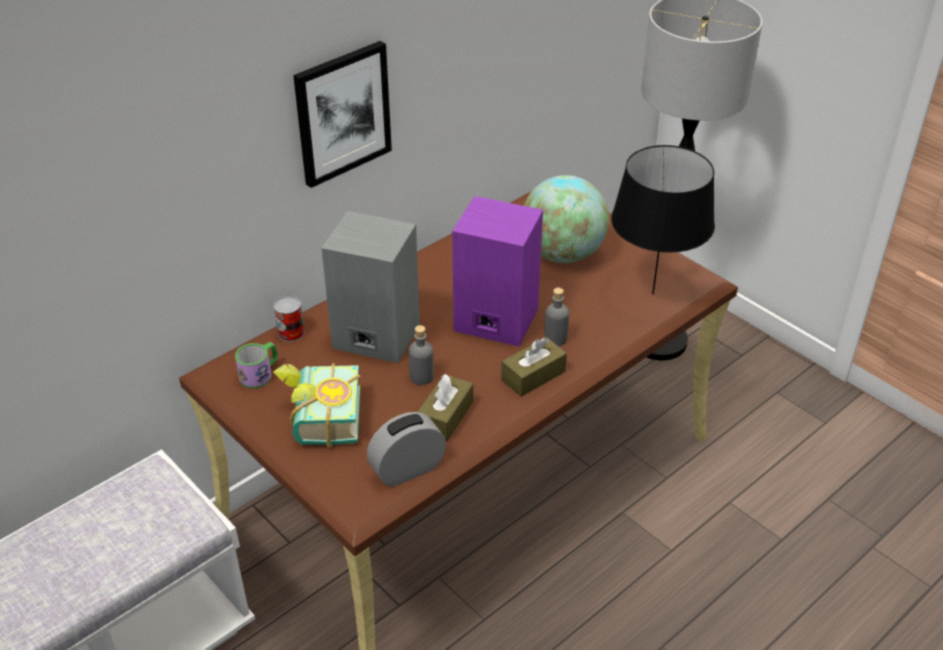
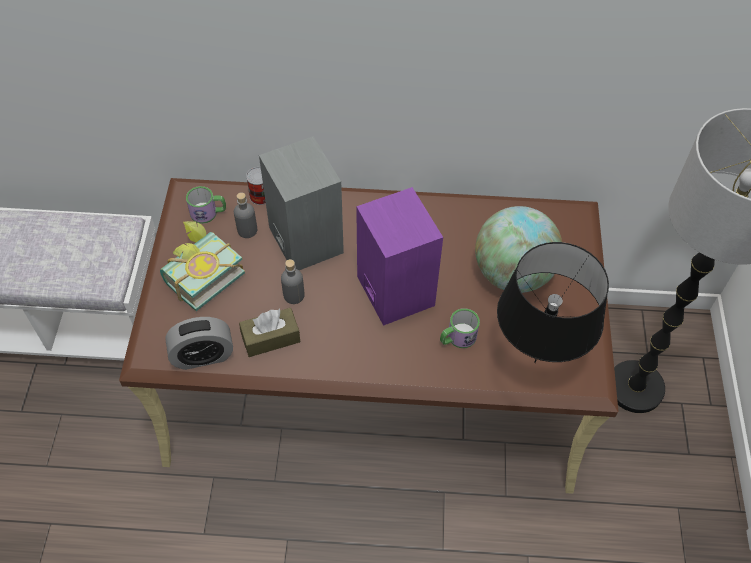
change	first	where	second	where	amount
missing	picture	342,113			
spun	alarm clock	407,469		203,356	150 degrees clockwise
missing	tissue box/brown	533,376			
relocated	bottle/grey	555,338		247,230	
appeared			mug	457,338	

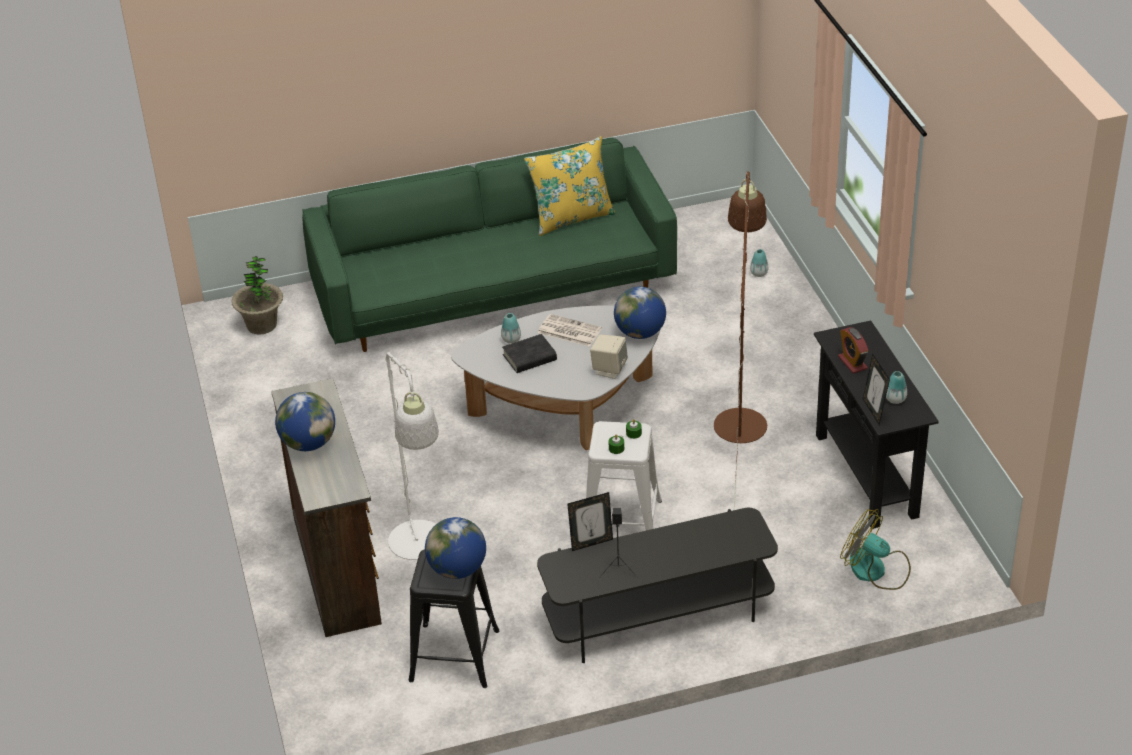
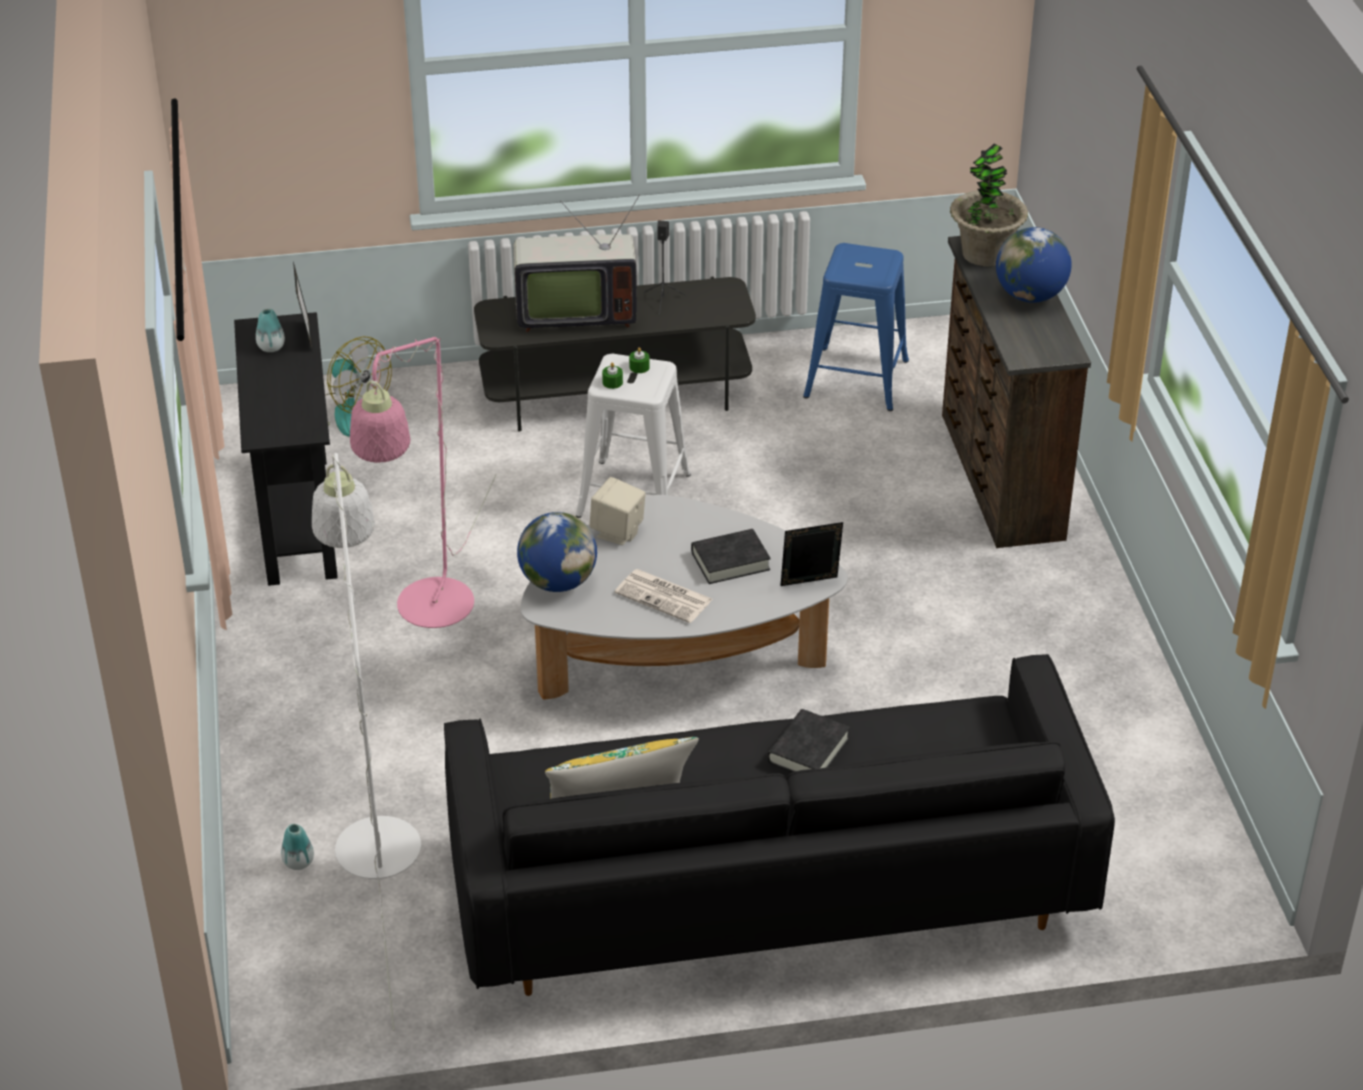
change	first	where	second	where	amount
relocated	potted plant	262,325		984,254	
colour	sofa/green	493,289	sofa/black	768,885	
relocated	floor lamp/white	420,550		375,830	
colour	stool/black	454,655	stool/blue	856,378	
missing	globe	457,569			
missing	vase	511,339			
relocated	picture frame	591,543		810,584	
colour	floor lamp/brown	740,416	floor lamp/pink	430,616	
missing	alarm clock	852,363			
appeared			television	574,313	
appeared			book/black	808,750	

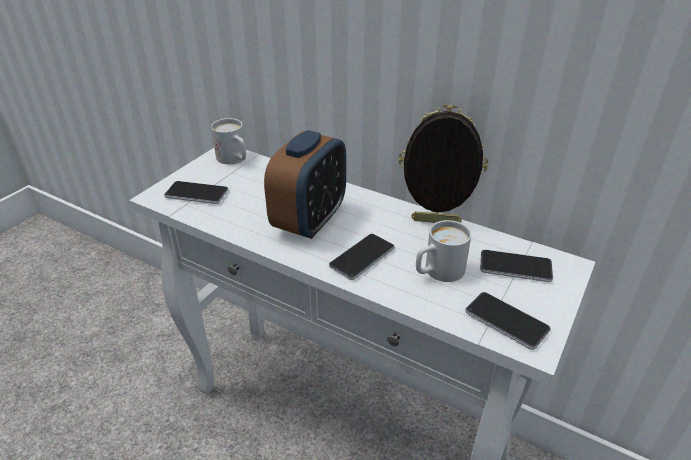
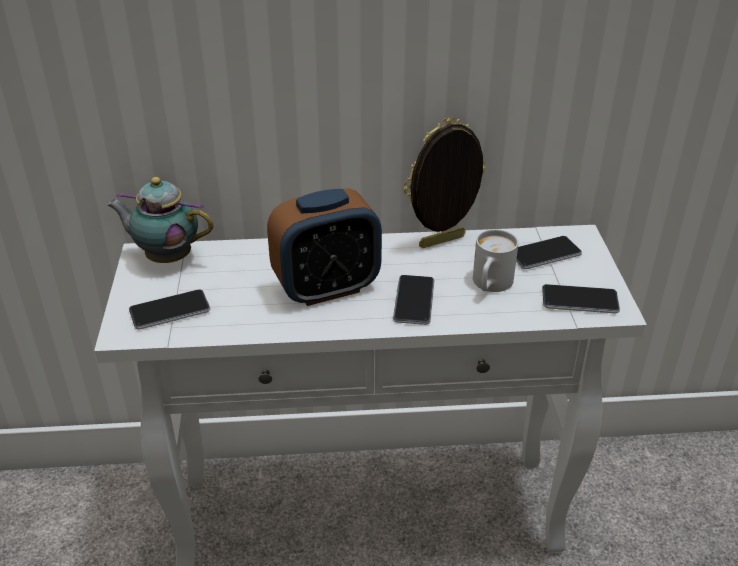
change	first	where	second	where	amount
exchanged	mug/white	235,159	teapot	166,257	
spun	alarm clock	310,221		327,288	75 degrees clockwise

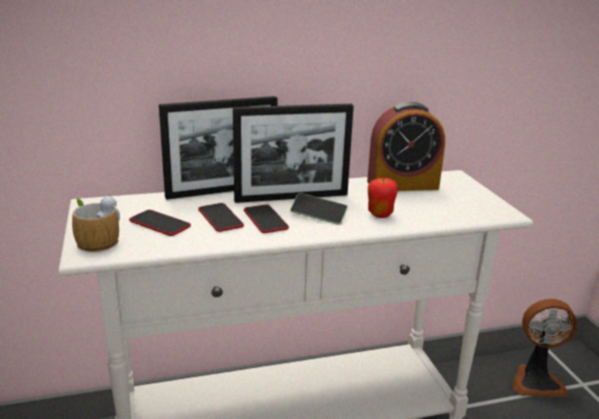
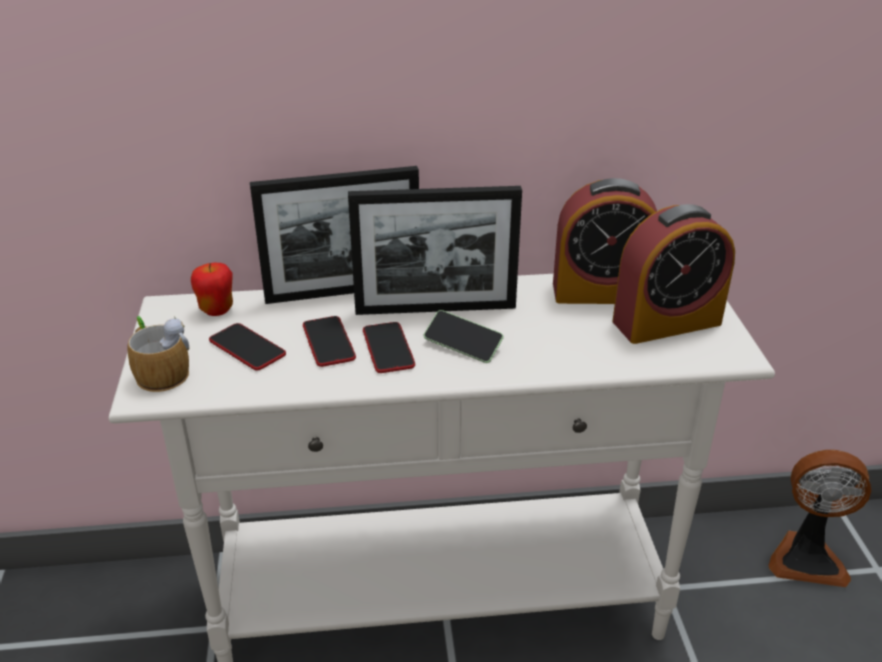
change	first	where	second	where	amount
relocated	apple	380,214		217,310	
appeared			alarm clock	666,322	

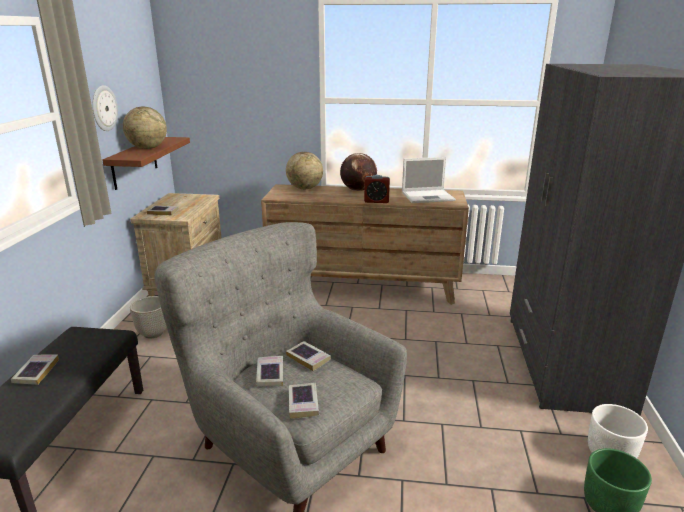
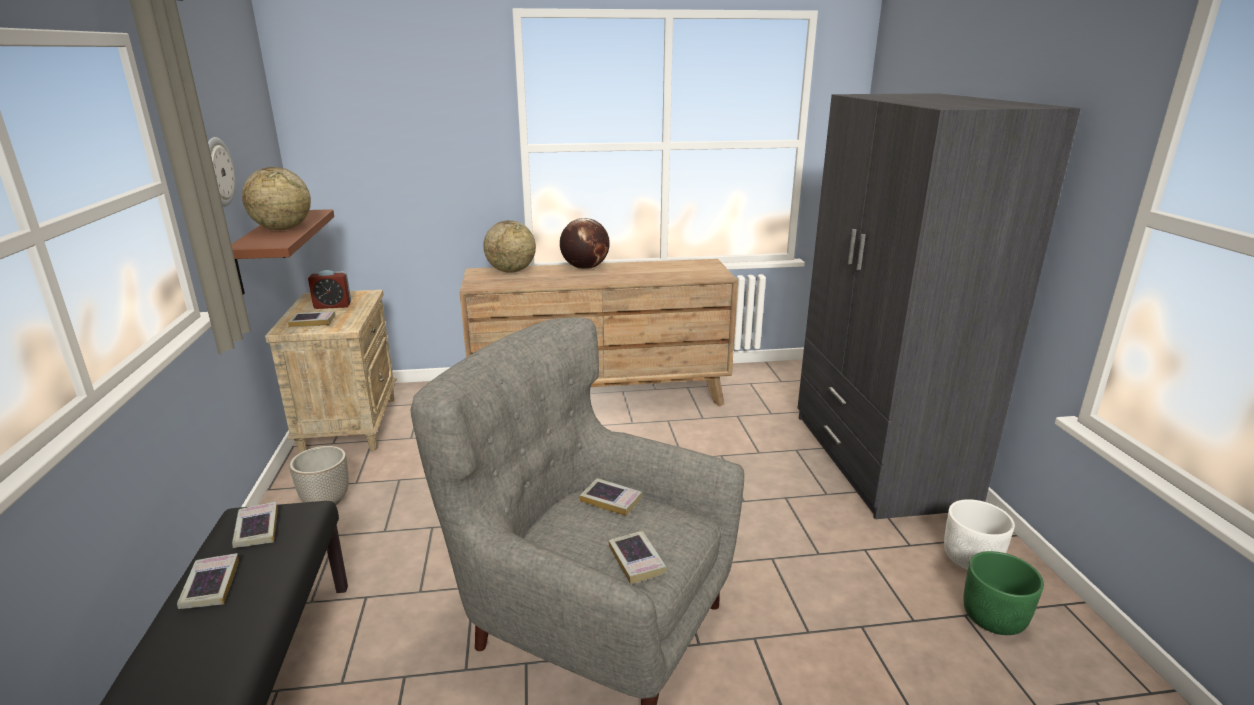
change	first	where	second	where	amount
relocated	book	270,374		256,529	
relocated	alarm clock	376,201		332,306	
missing	laptop	428,196			

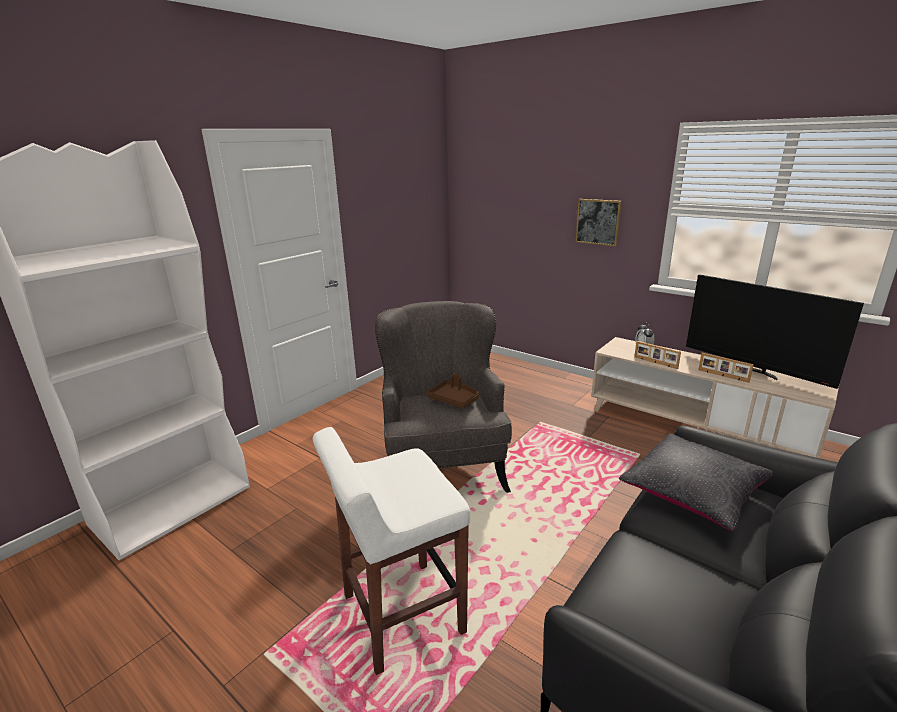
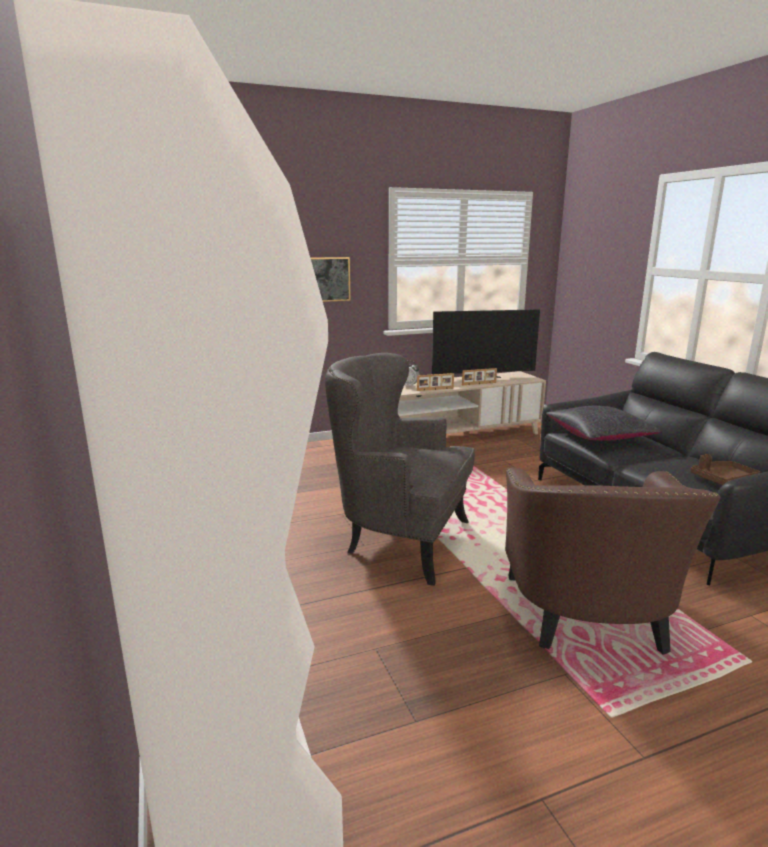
change	first	where	second	where	amount
exchanged	stool/white	400,614	armchair/brown	590,618	
relocated	tray/brown	454,400		723,479	

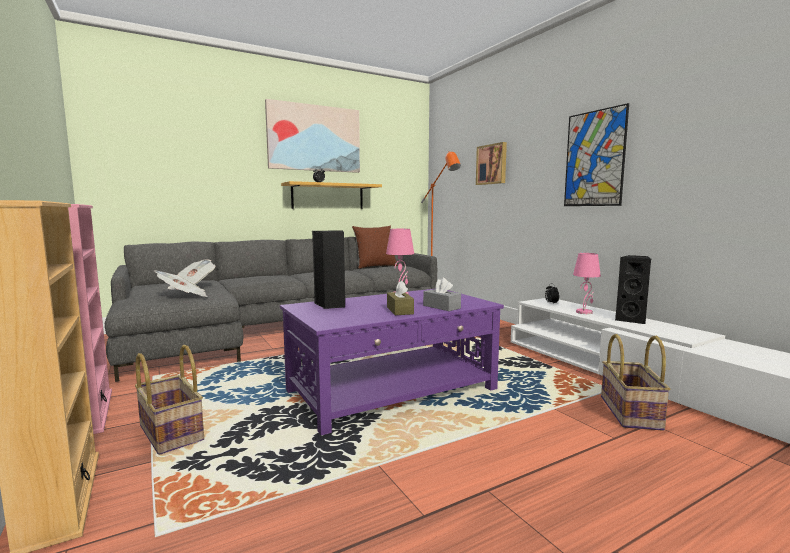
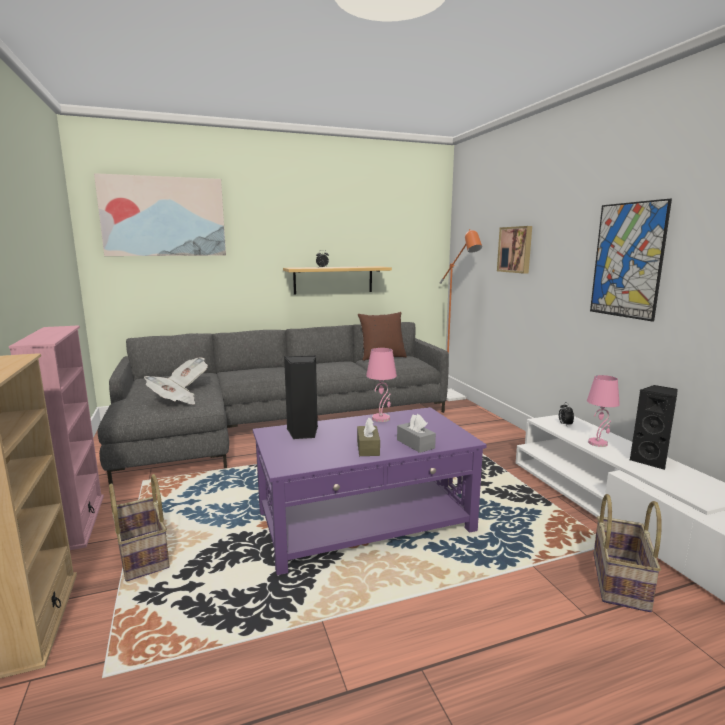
change	first	where	second	where	amount
relocated	picture	314,138		164,217	

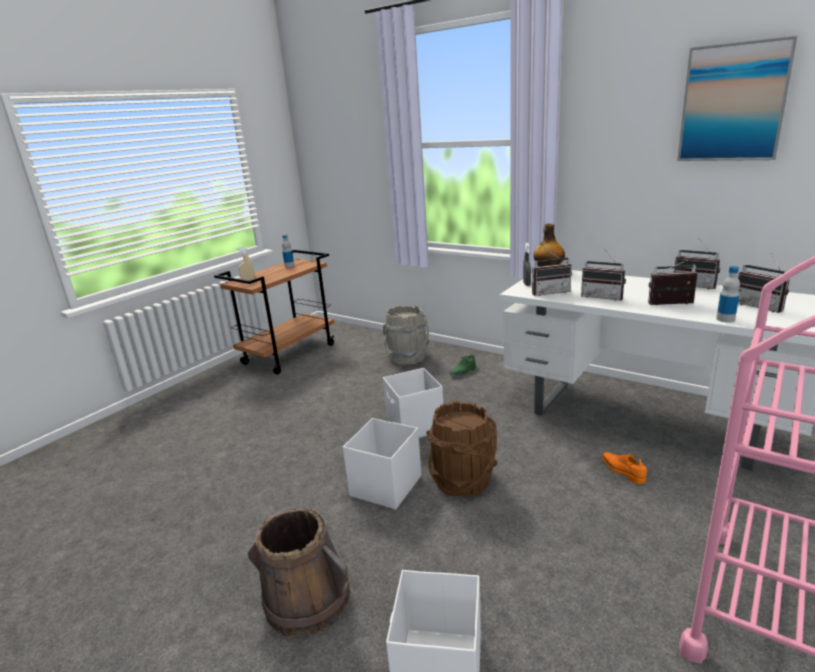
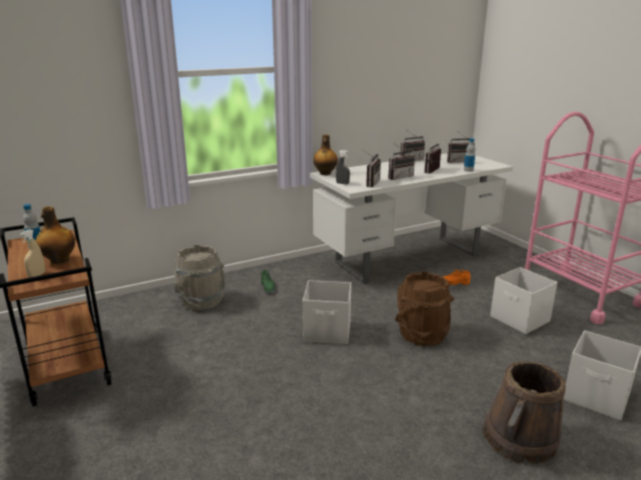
change	first	where	second	where	amount
relocated	storage box/white	385,487		520,319	
missing	picture	733,103			
appeared			bottle	59,260	

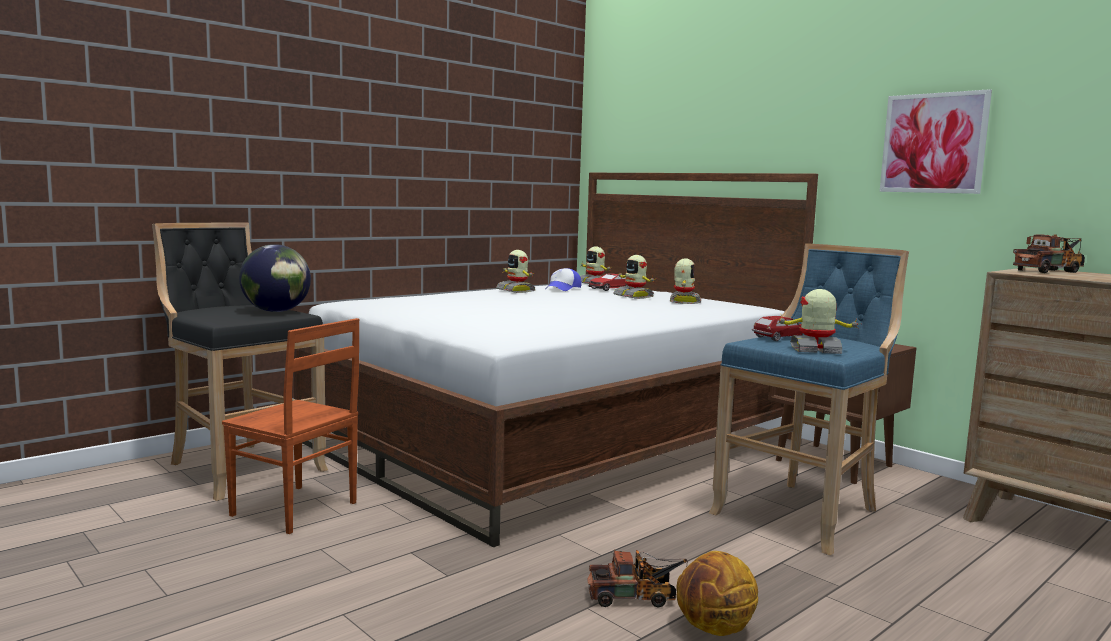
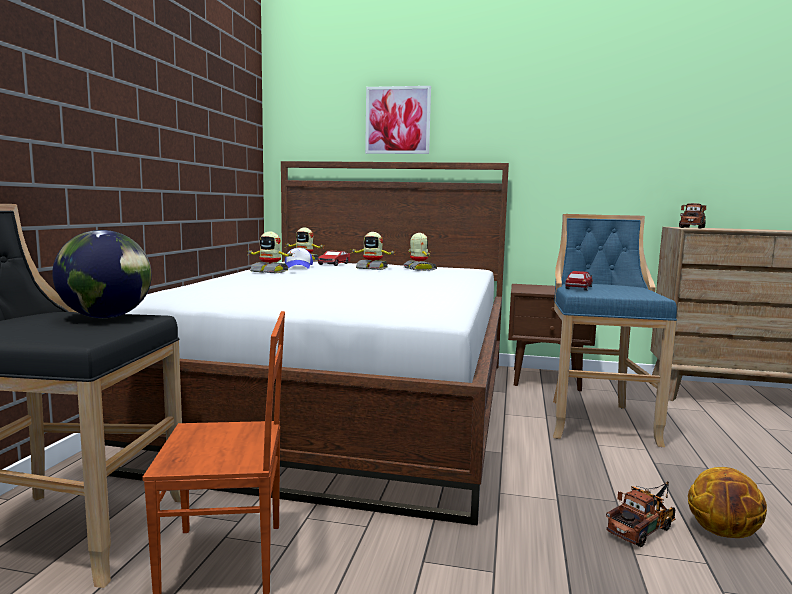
change	first	where	second	where	amount
missing	toy robot	815,350			
relocated	picture	933,143		398,120	

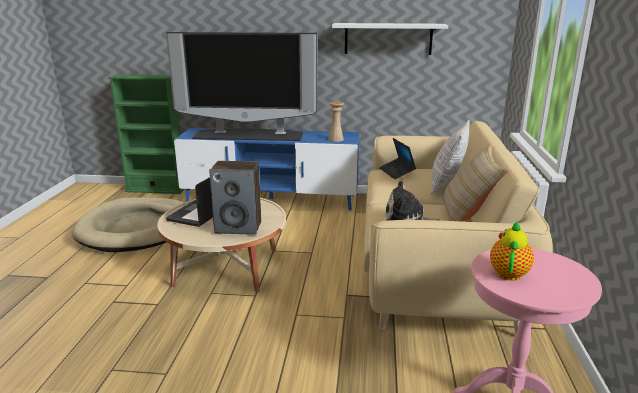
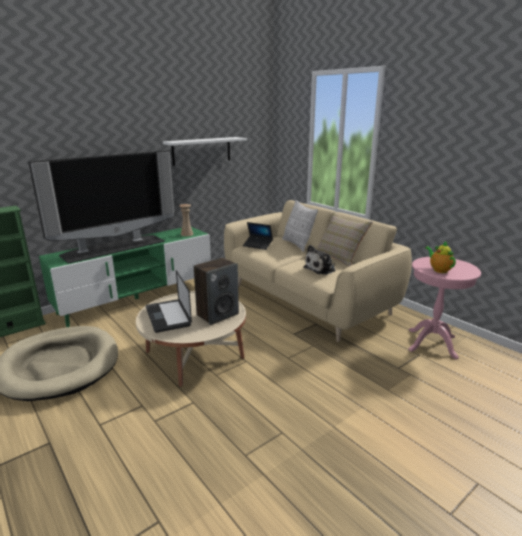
change	first	where	second	where	amount
colour	tv stand/blue	271,199	tv stand/green	137,299	

